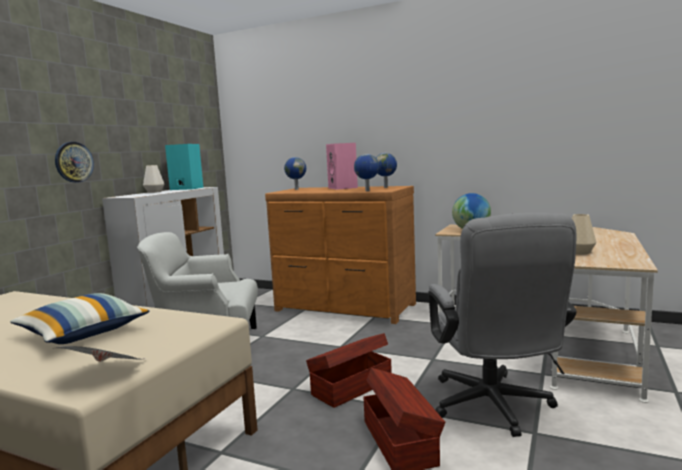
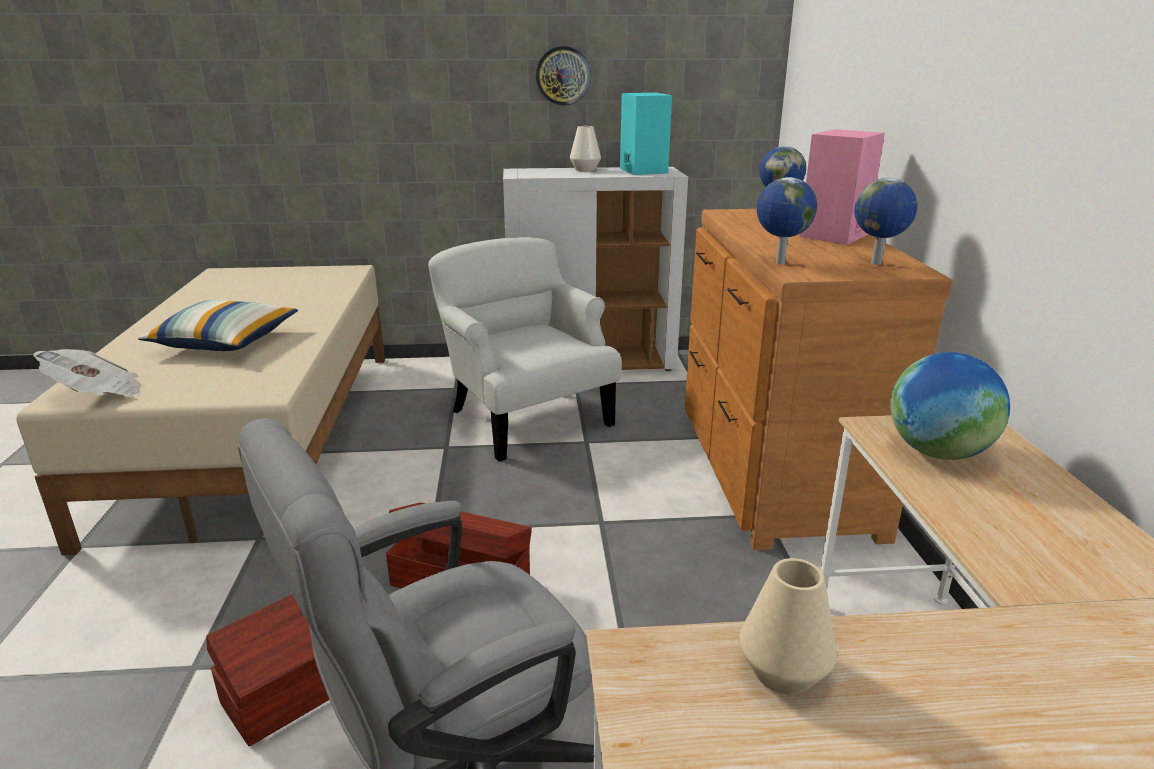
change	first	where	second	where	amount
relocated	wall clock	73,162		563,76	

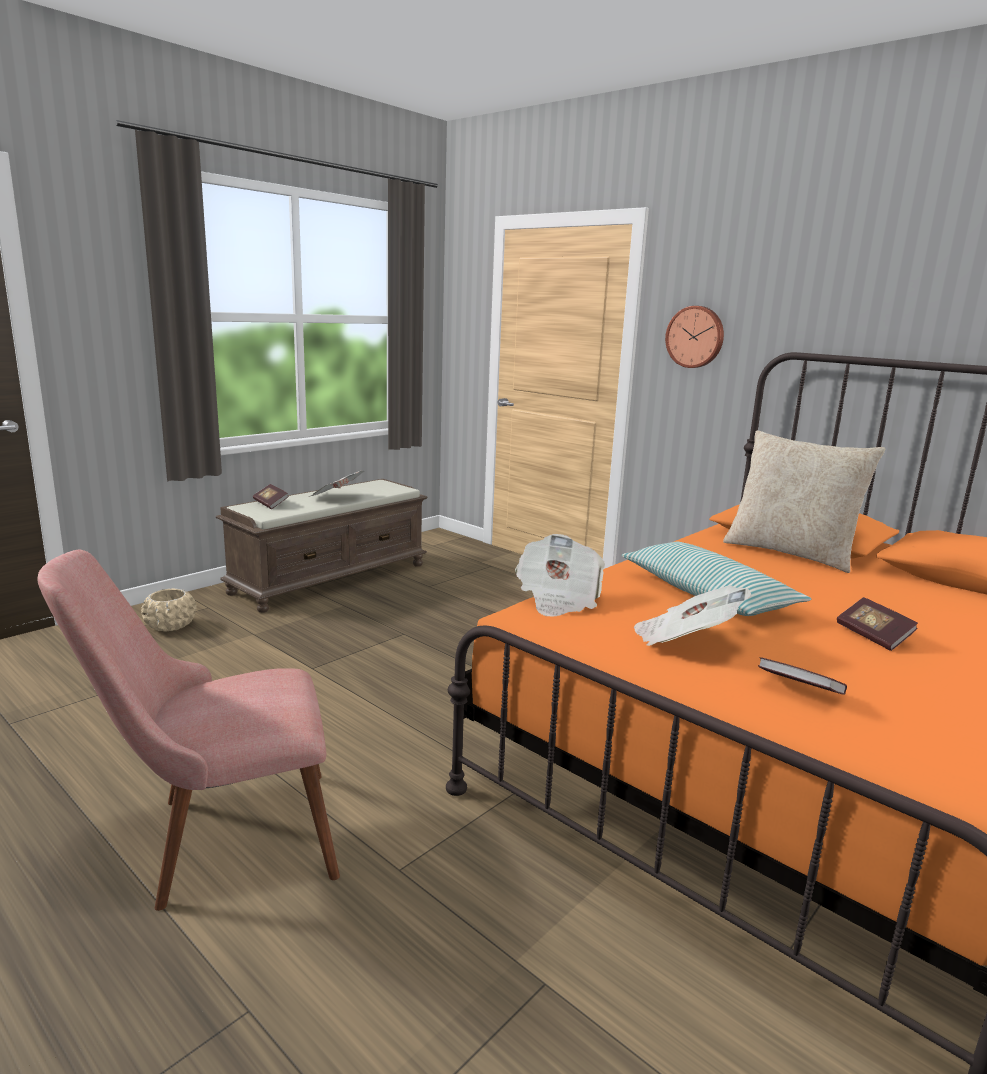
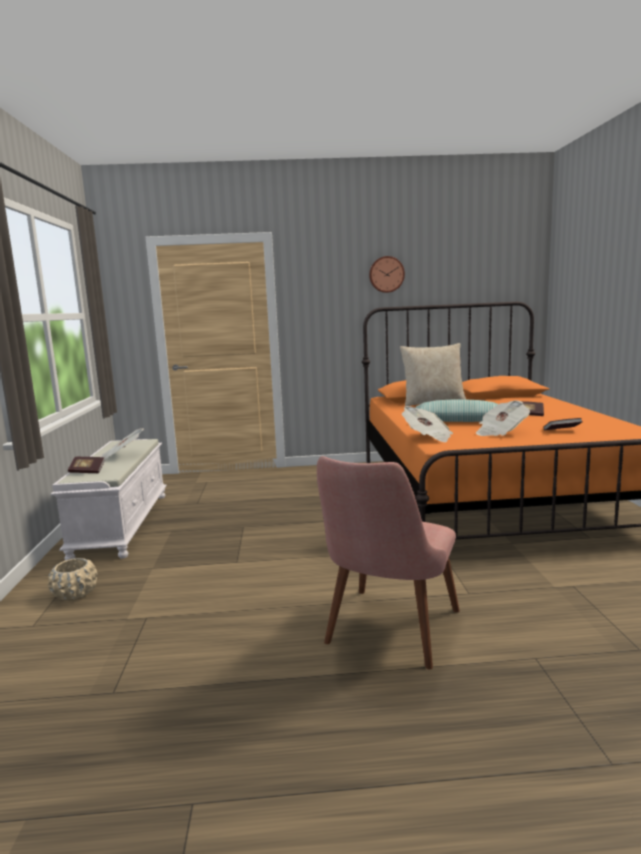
change	first	where	second	where	amount
colour	bench/brown	330,578	bench/white	121,524	
relocated	wall clock	695,337		386,274	

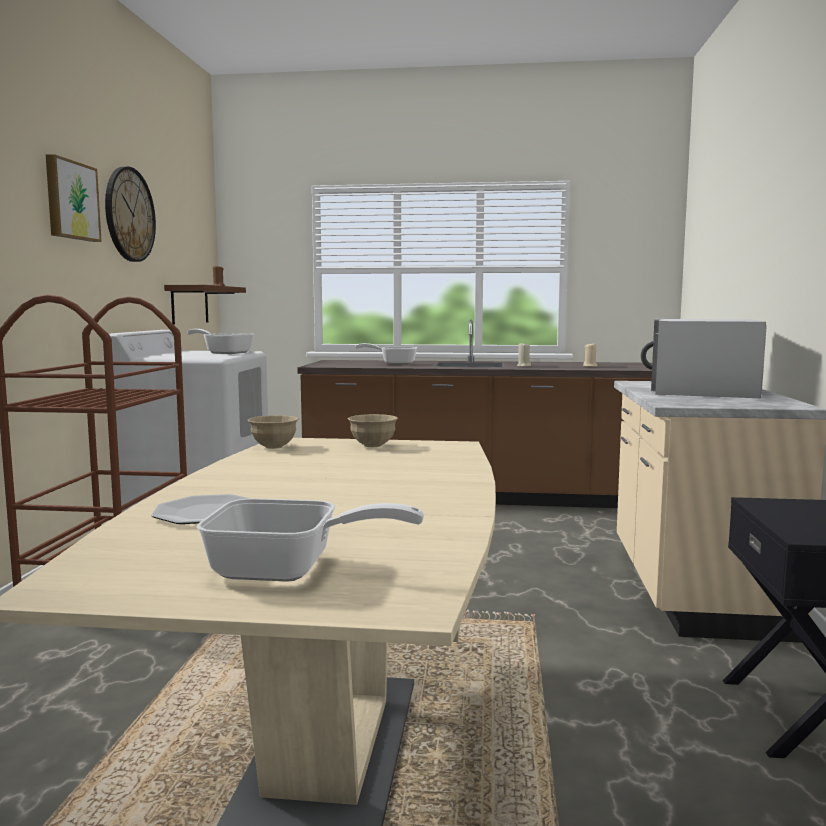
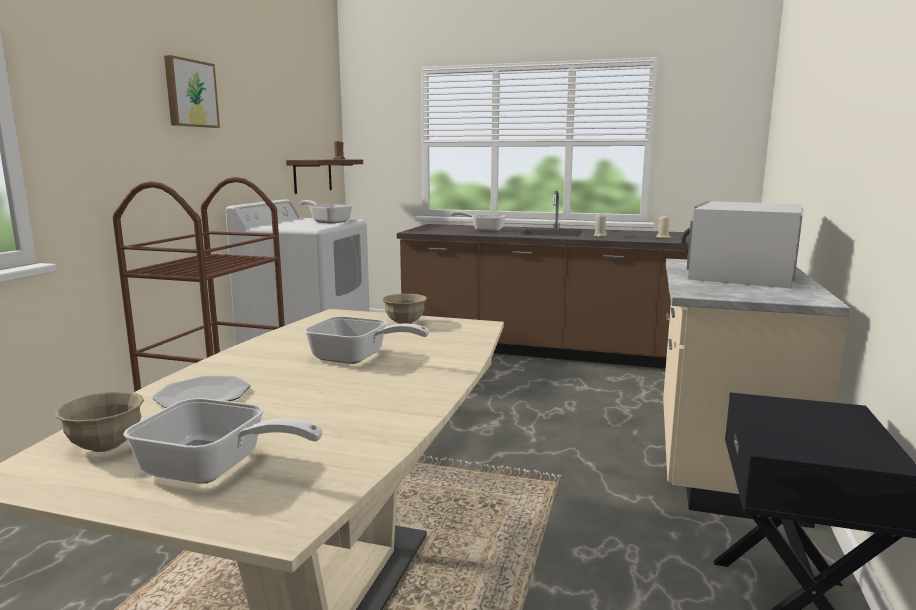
change	first	where	second	where	amount
missing	wall clock	129,215			
relocated	bowl/beige	274,447		106,446	
appeared			frying pan	356,358	

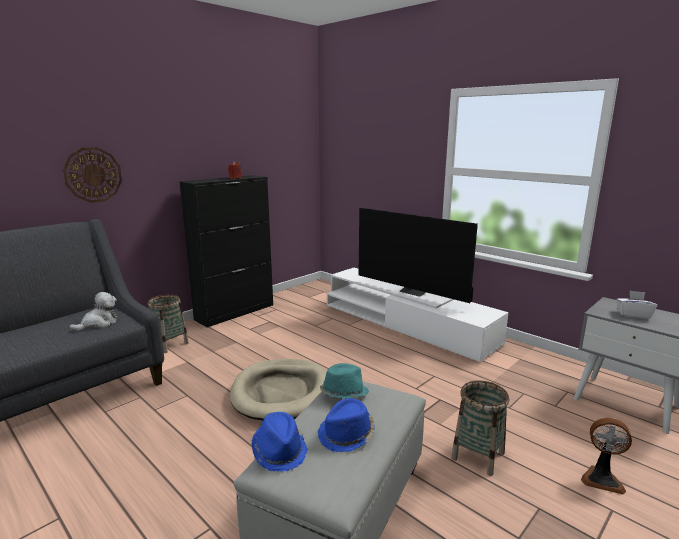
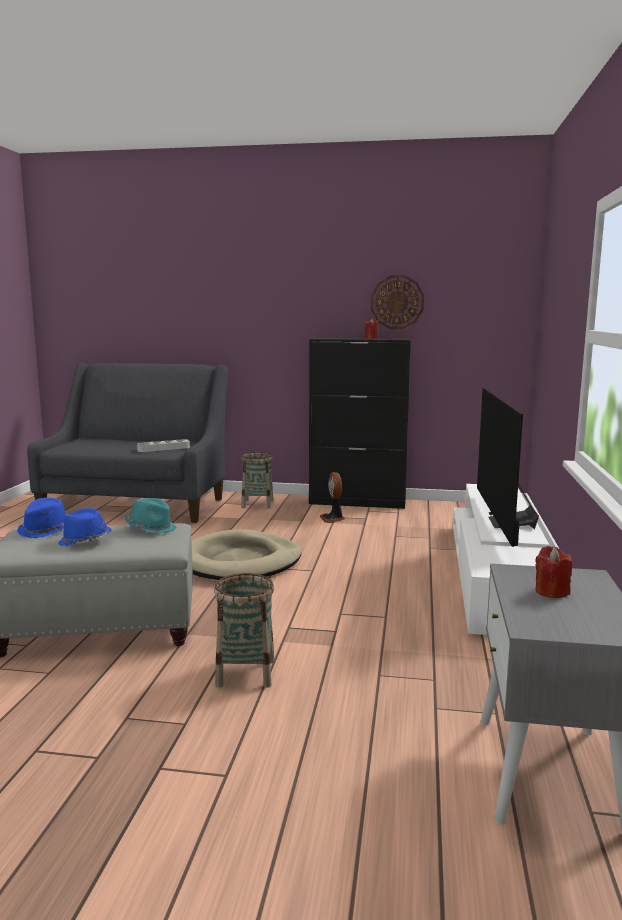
change	first	where	second	where	amount
relocated	wall clock	93,175		397,302	
exchanged	plush toy	98,323	tray/grey	163,448	
relocated	fan	601,479		333,519	
exchanged	tissue box/white	633,315	candle/red	551,591	

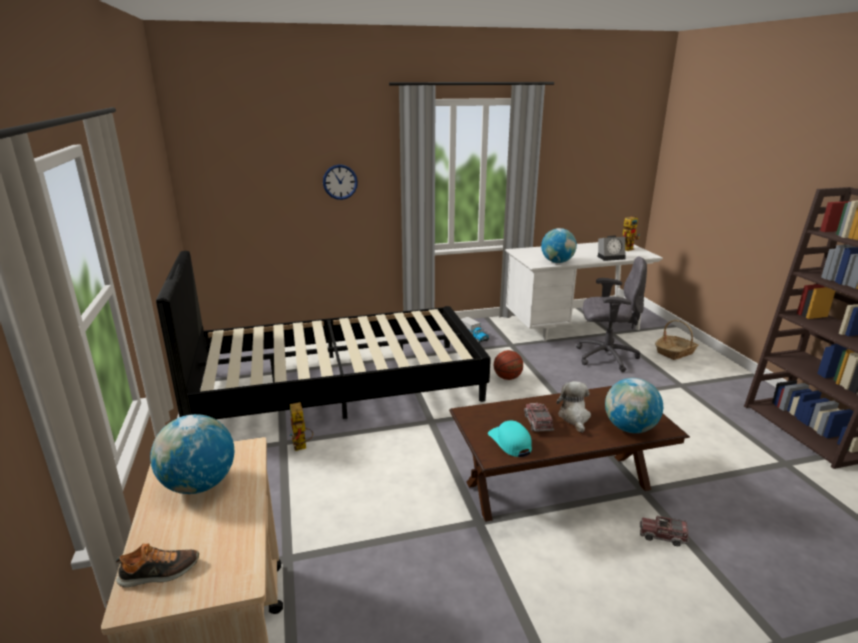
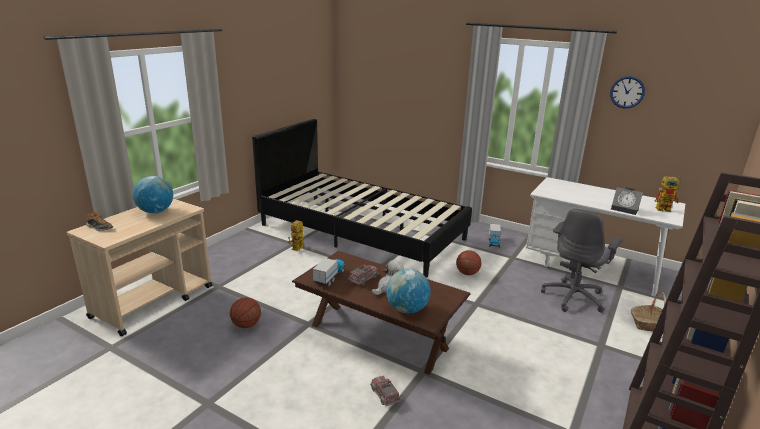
change	first	where	second	where	amount
relocated	wall clock	340,182		627,92	
exchanged	cap/turquoise	510,442	toy truck	329,278	
missing	globe	557,262			
spun	office chair/grey	605,357		574,297	75 degrees clockwise
appeared			basketball	246,325	

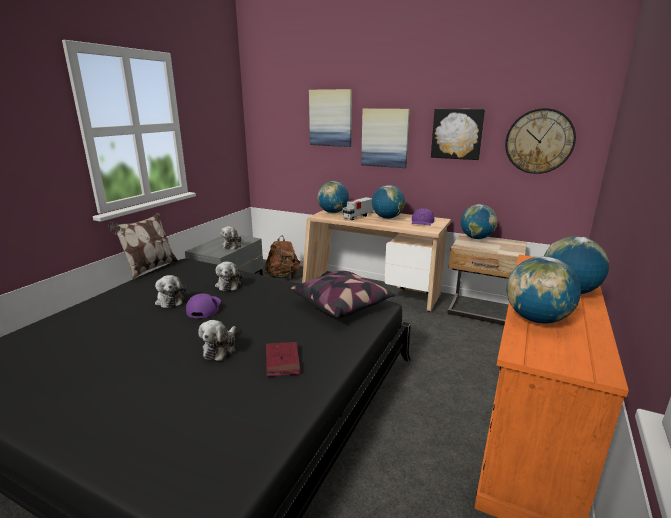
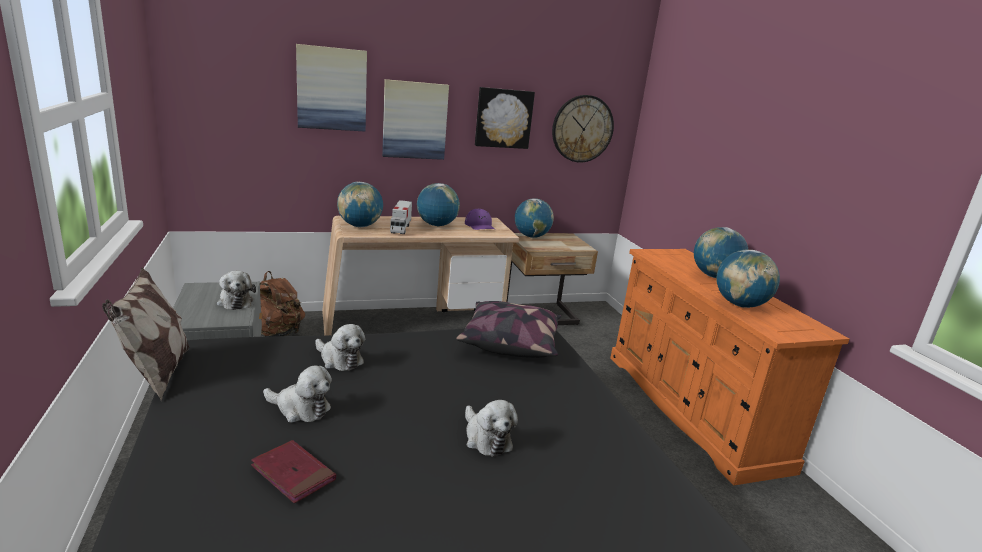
change	first	where	second	where	amount
missing	cap/purple	204,308			
relocated	book/red	282,361		293,473	

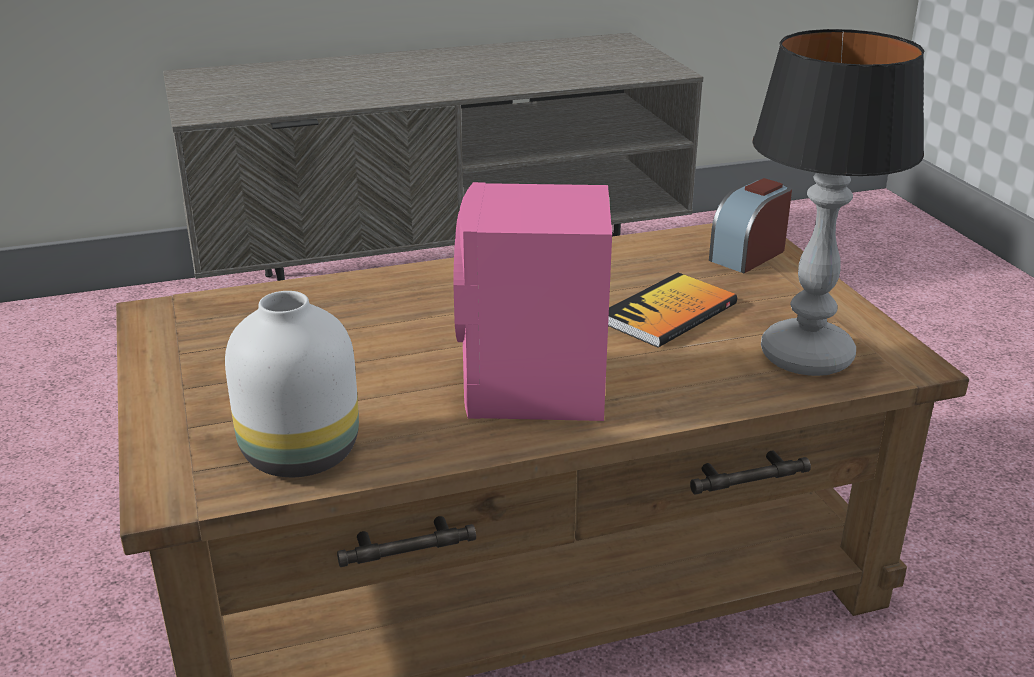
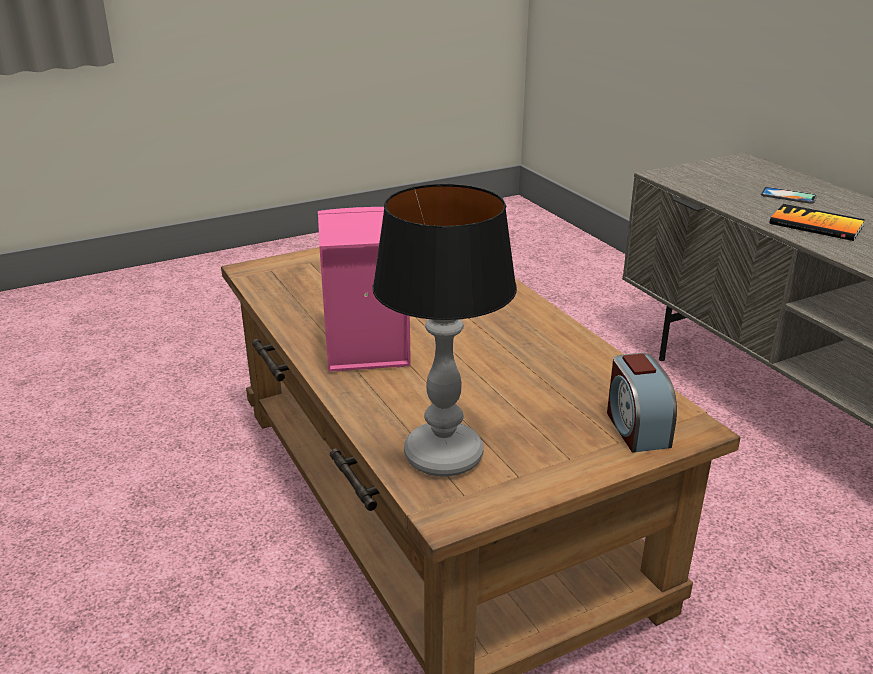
change	first	where	second	where	amount
missing	vase/white	303,455			
relocated	book	669,313		816,225	
spun	alarm clock	748,255		636,428	135 degrees counterclockwise
appeared			phone	788,196	

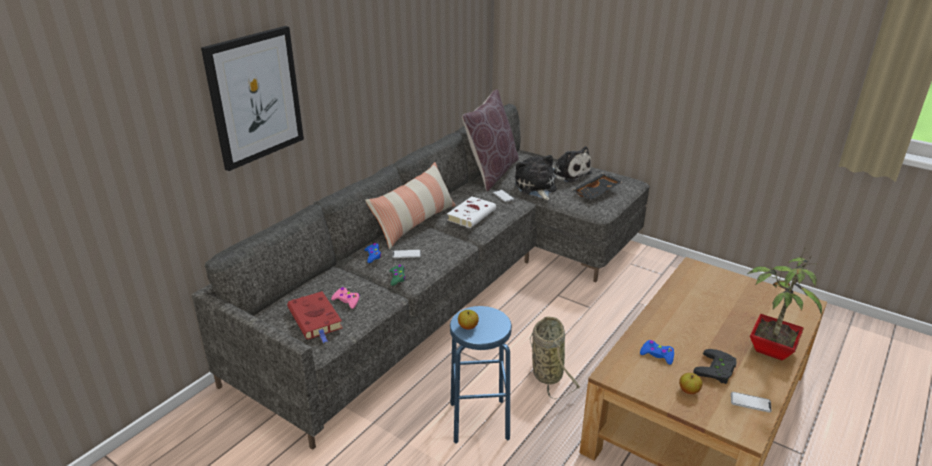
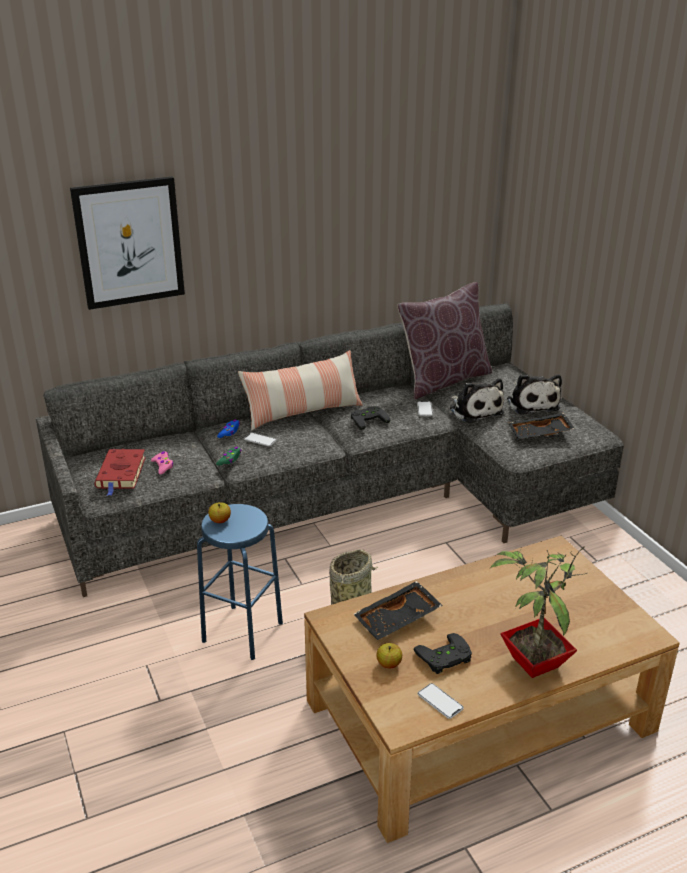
change	first	where	second	where	amount
exchanged	book/white	472,214	game controller/black	368,419	
spun	plush toy	536,188		474,410	135 degrees clockwise
exchanged	game controller/blue	657,355	tray/black	398,619	

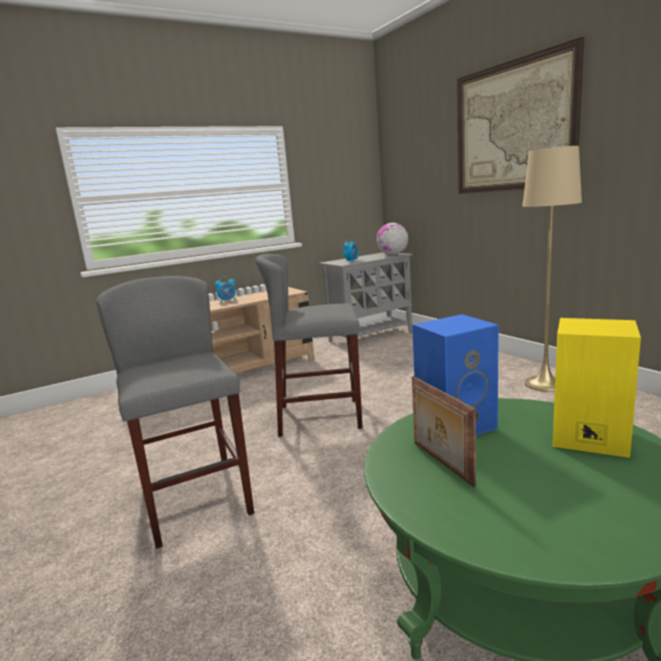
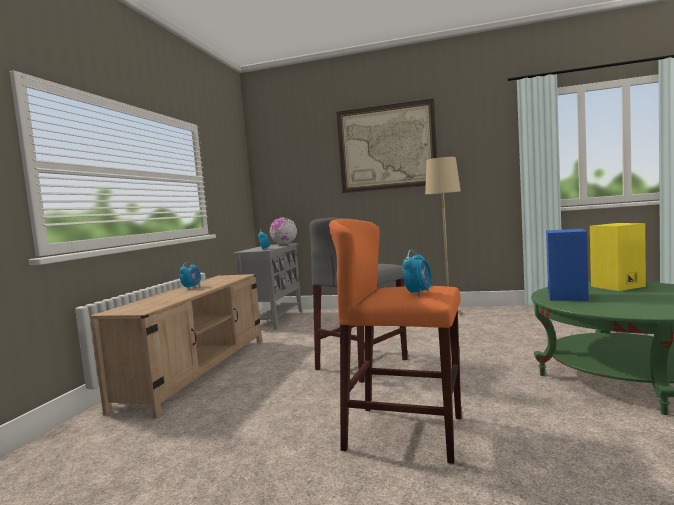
change	first	where	second	where	amount
colour	stool/grey	195,501	stool/orange	404,433	
missing	picture frame	441,463			
appeared			alarm clock	418,293	

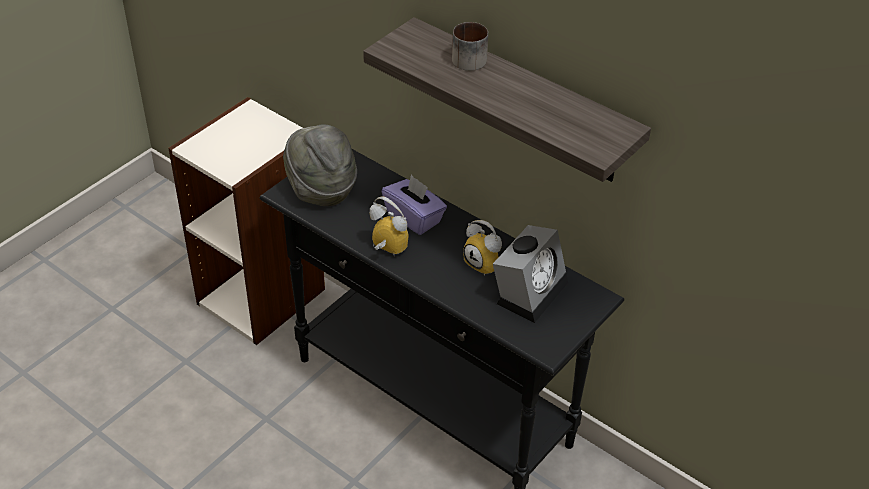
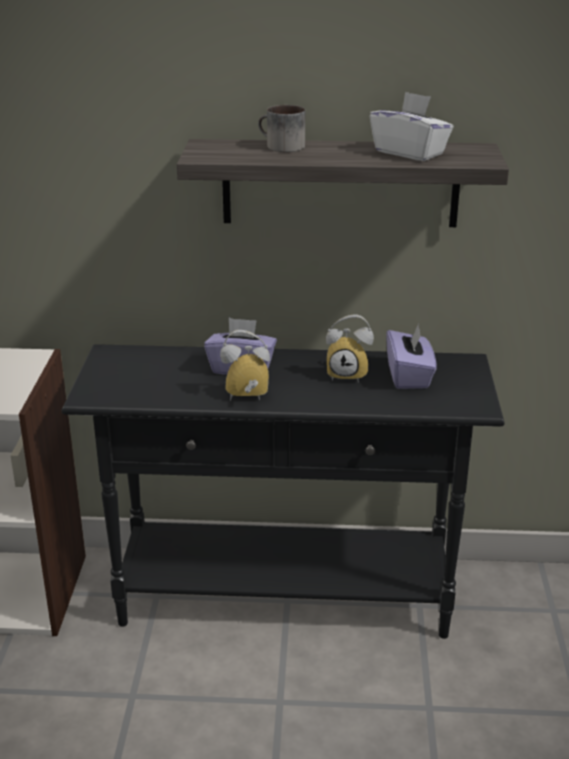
change	first	where	second	where	amount
missing	hat/grey	321,189			
exchanged	alarm clock	530,290	tissue box/purple	409,376	
appeared			tissue box/white	410,152	

